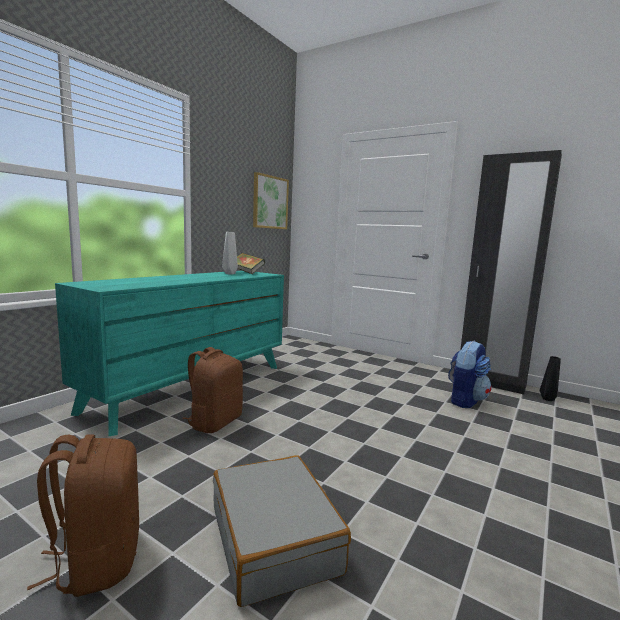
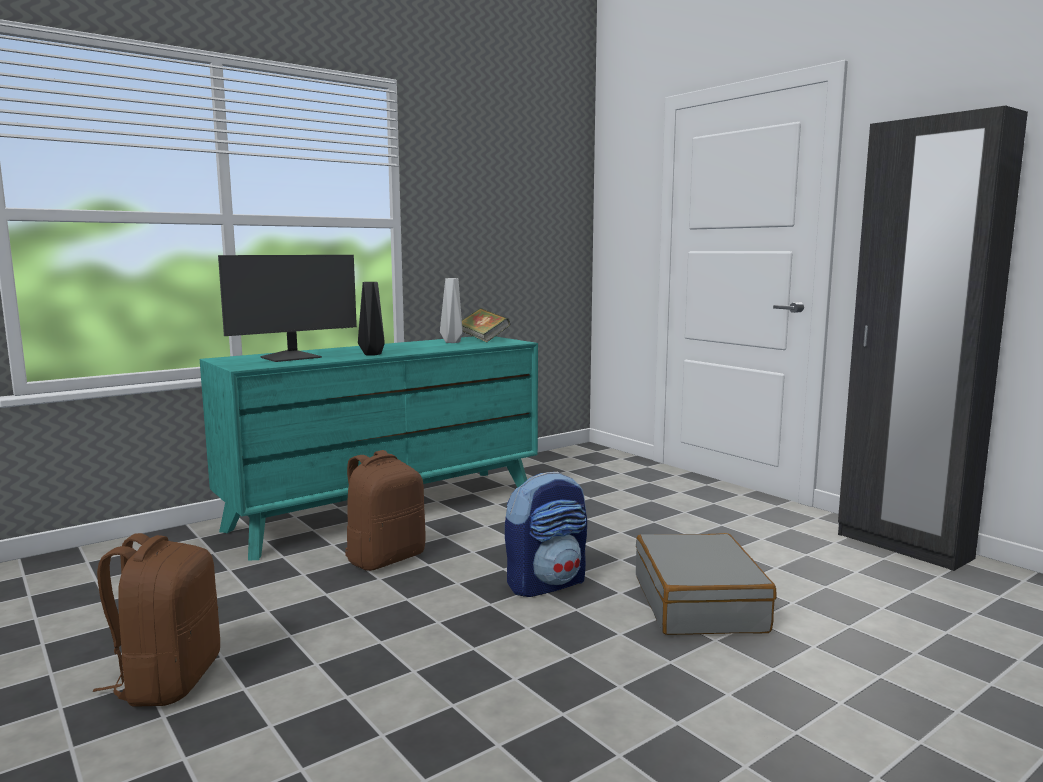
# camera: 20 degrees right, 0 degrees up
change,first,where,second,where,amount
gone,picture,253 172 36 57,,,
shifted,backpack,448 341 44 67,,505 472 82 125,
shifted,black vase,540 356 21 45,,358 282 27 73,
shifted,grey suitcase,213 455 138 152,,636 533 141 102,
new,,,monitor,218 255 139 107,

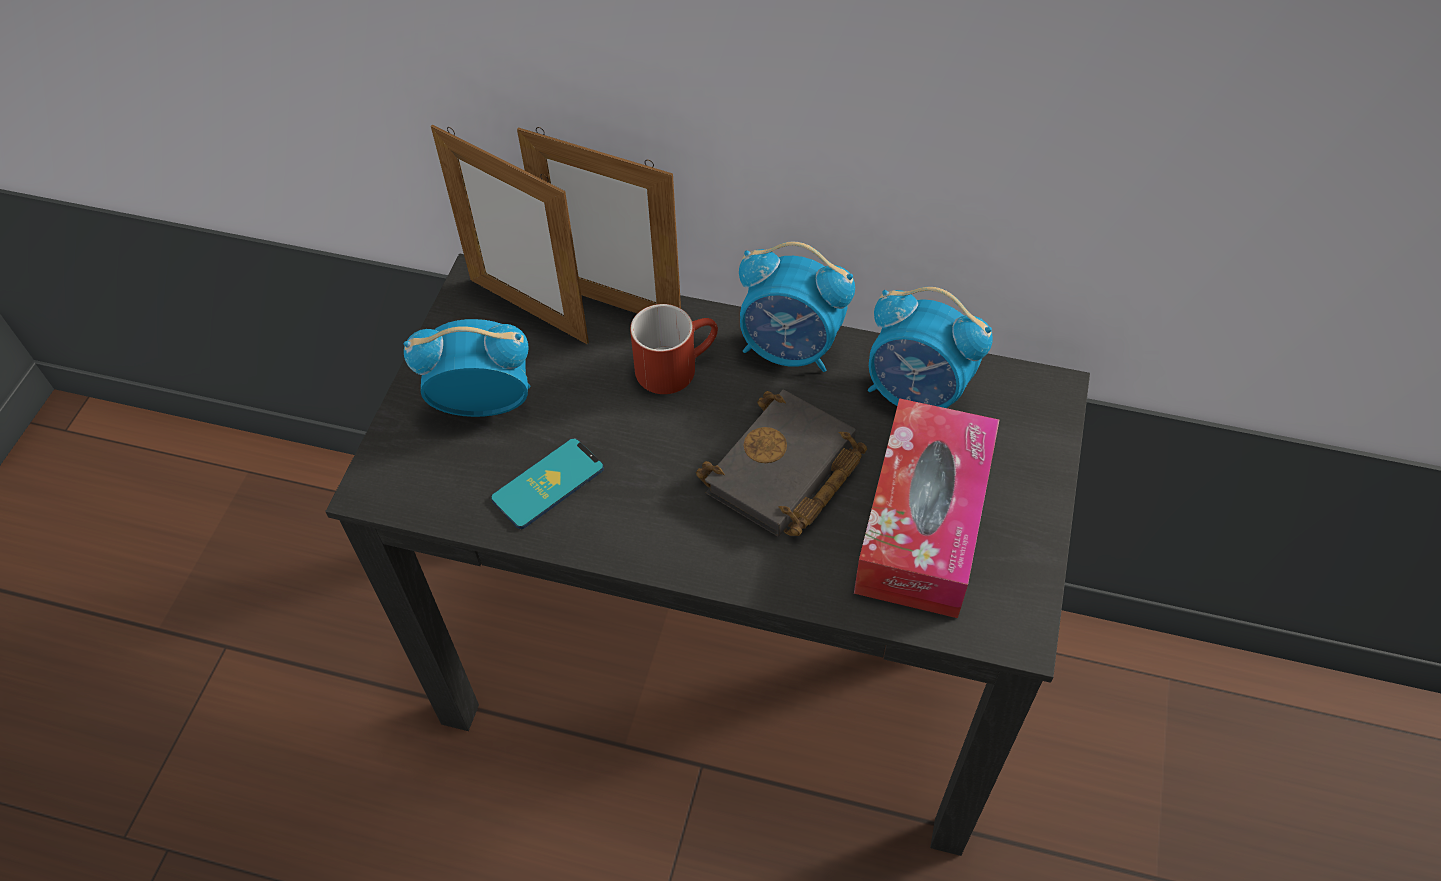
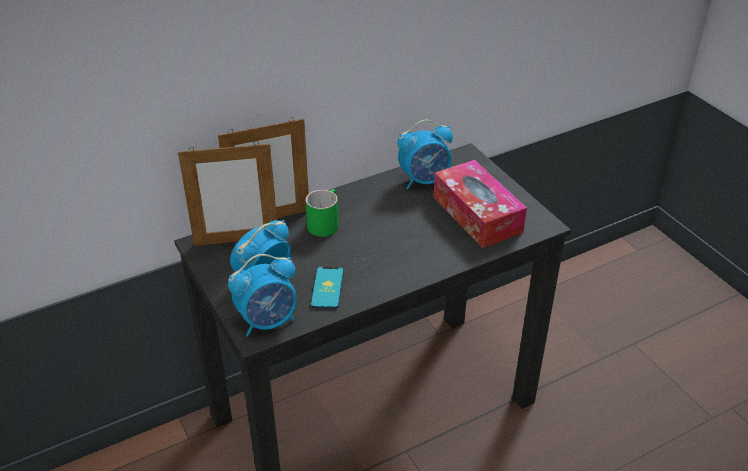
# camera: 45 degrees left, 15 degrees down
change,first,where,second,where,amount
shifted,alarm clock,739 242 116 130,,228 254 69 83,
repainted,red mug,630 304 88 90,green mug,305 189 34 48,
gone,black book,696 389 171 148,,,

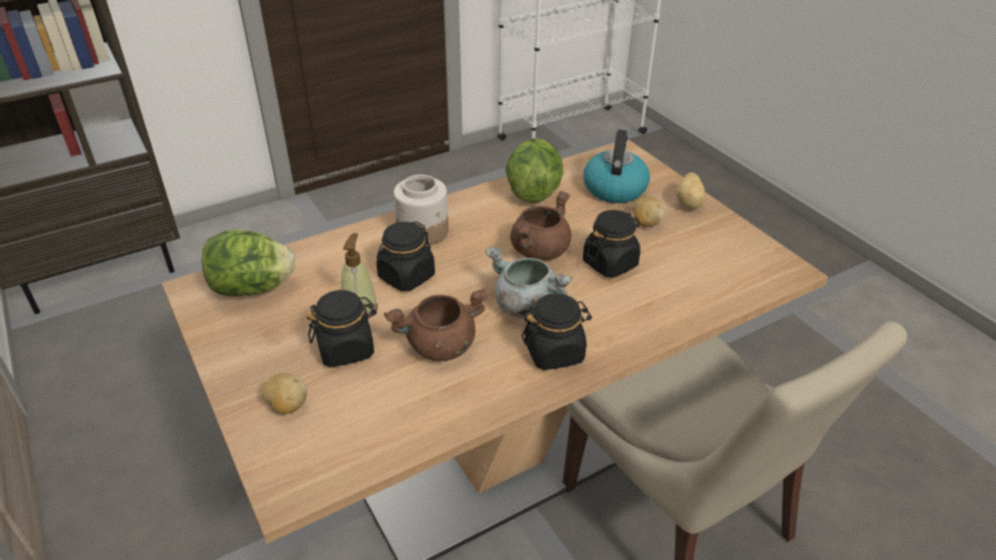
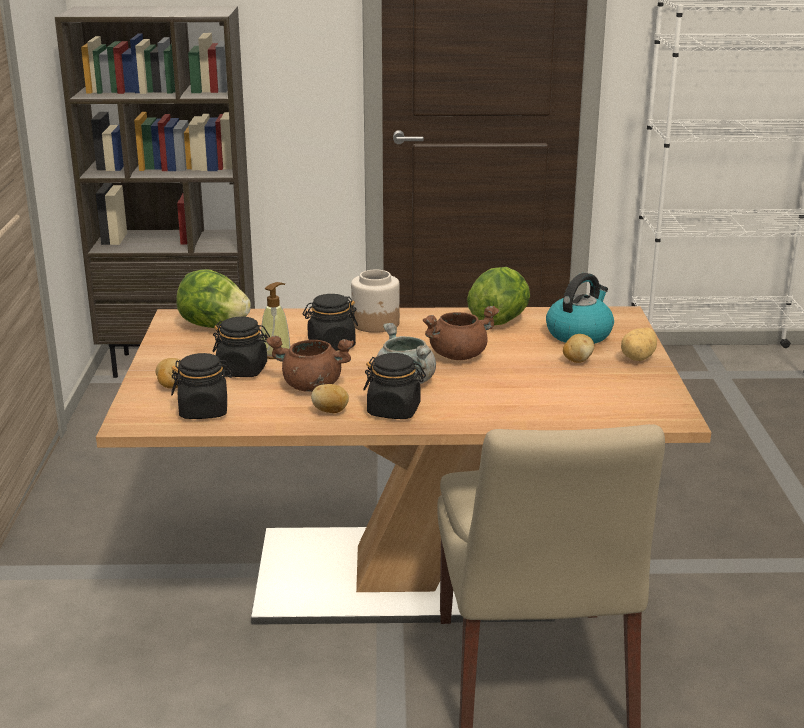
# camera: 30 degrees right, 15 degrees down
change,first,where,second,where,amount
shifted,black jar,583 210 57 68,,171 353 62 66,
new,,,potato,311 384 38 29,

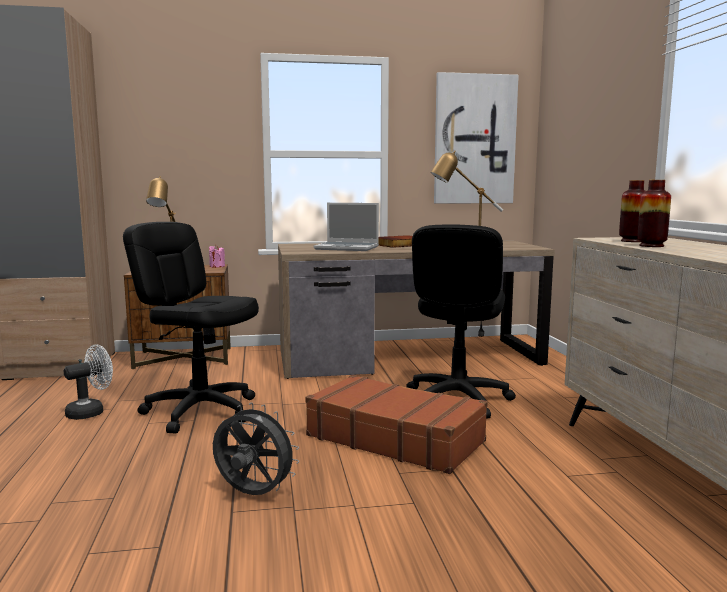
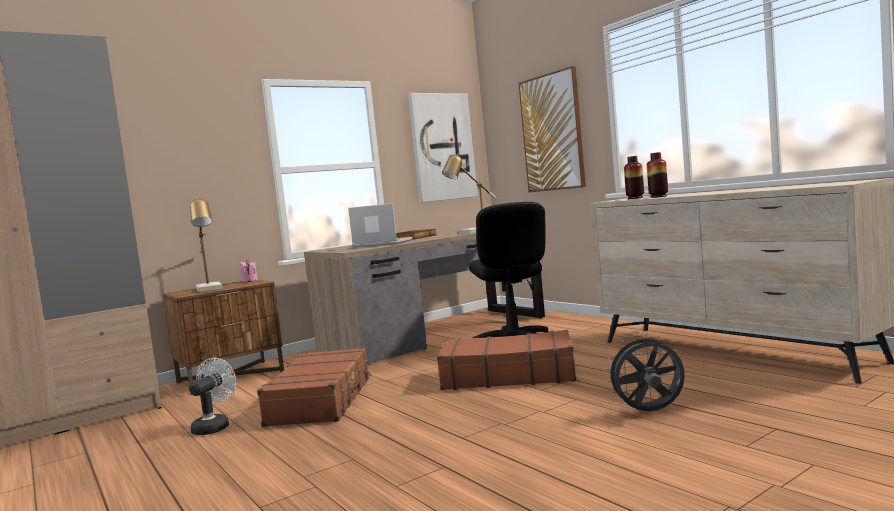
# camera: 25 degrees left, 5 degrees down
change,first,where,second,where,amount
rotated,laptop,314 203 65 48,,348 203 64 44,150 degrees counterclockwise
swapped,black office chair,123 222 136 212,brown suitcase,257 347 115 80,
shifted,grey fan,213 403 86 92,,605 333 80 78,
new,,,picture,518 66 68 127,

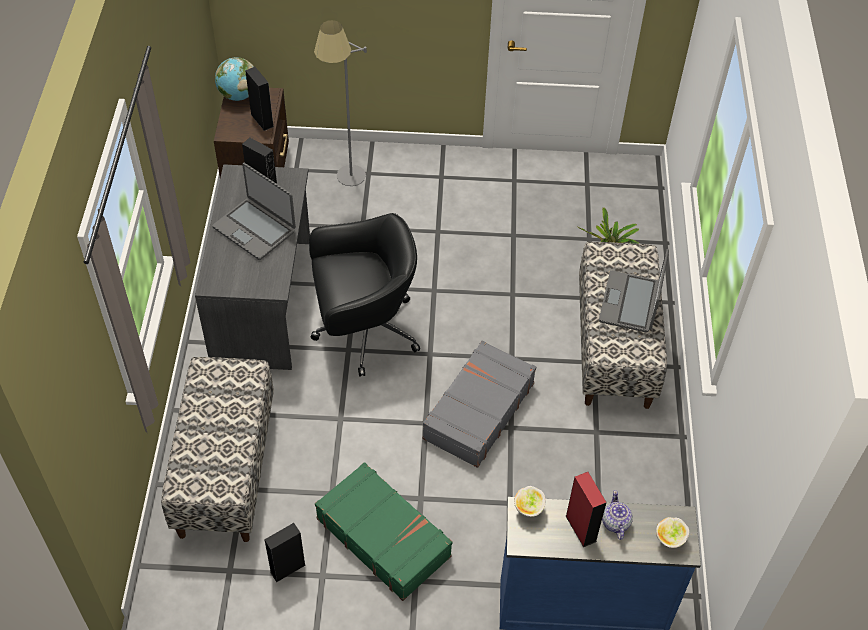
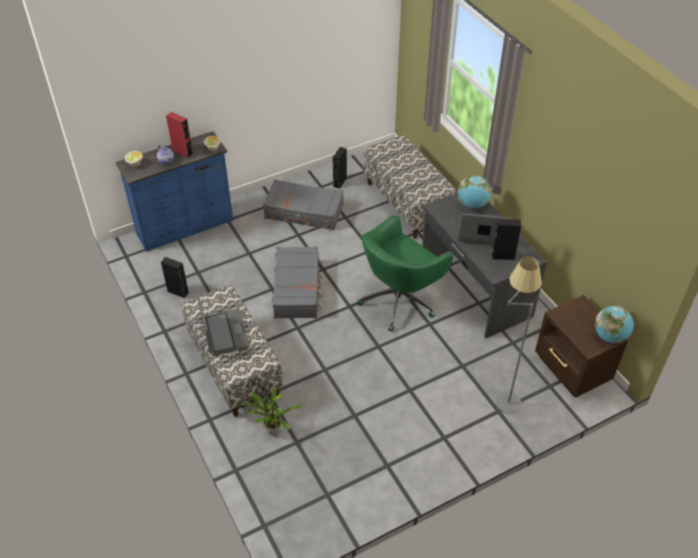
# camera: 150 degrees right, 5 degrees down
change,first,where,second,where,amount
shifted,black speaker,245 67 29 64,,161 257 28 41,
repainted,black office chair,309 213 111 164,green office chair,357 215 96 117,
repainted,green suitcase,315 462 138 139,grey suitcase,263 180 81 50,
new,,,globe,458 175 33 34,

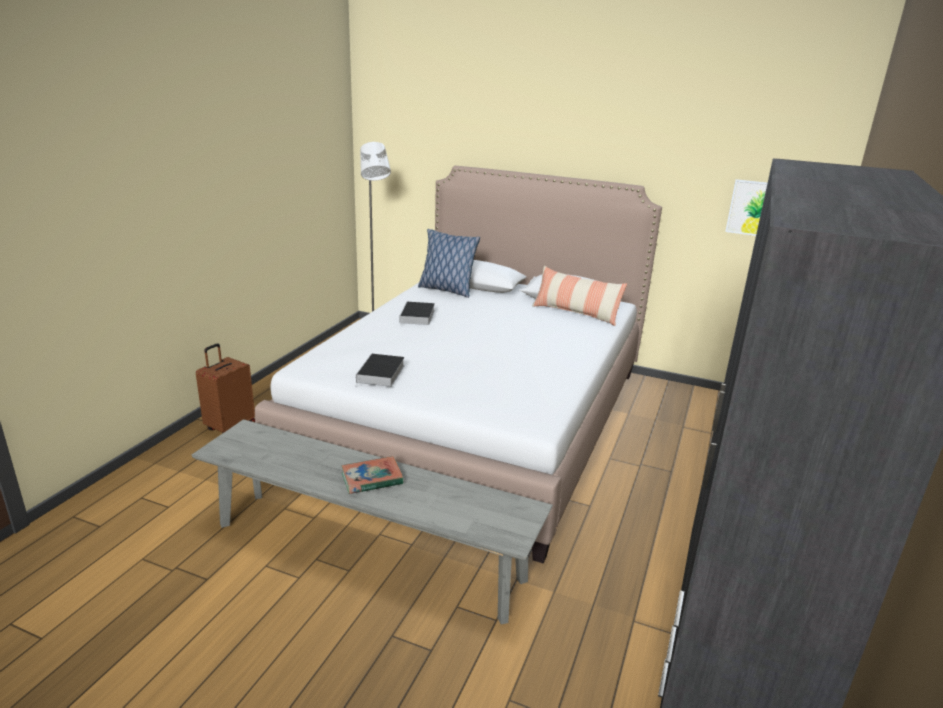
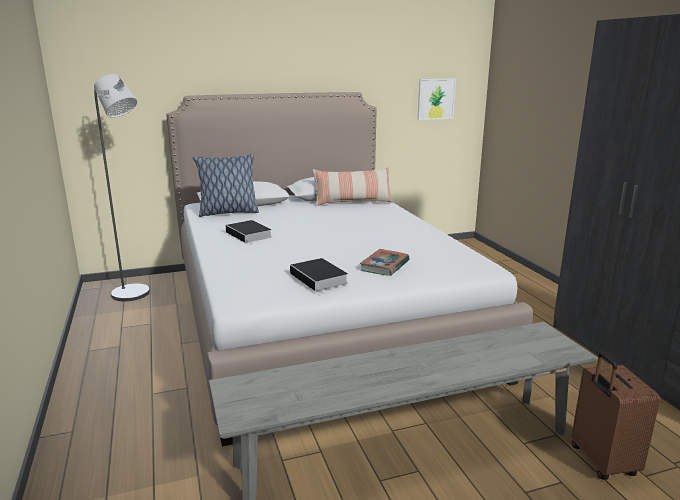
# camera: 40 degrees left, 5 degrees down
change,first,where,second,where,amount
shifted,brown suitcase,196 344 59 89,,571 352 89 128,
shifted,book,341 456 62 38,,360 249 49 27,

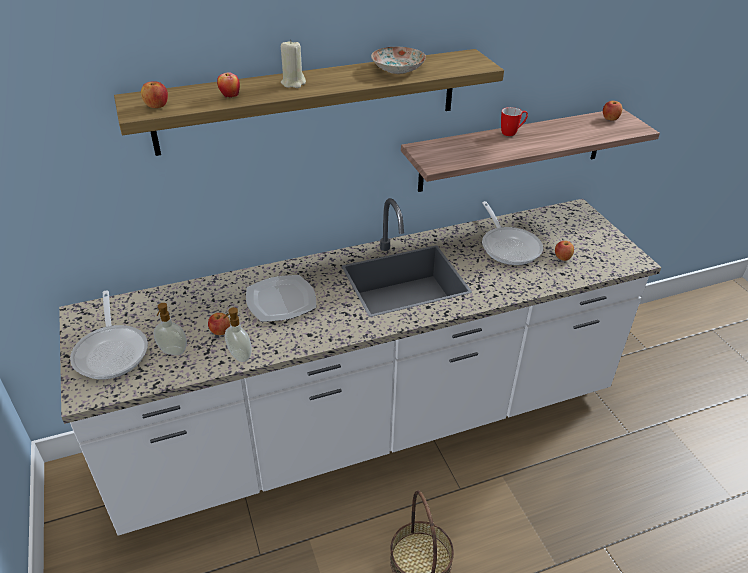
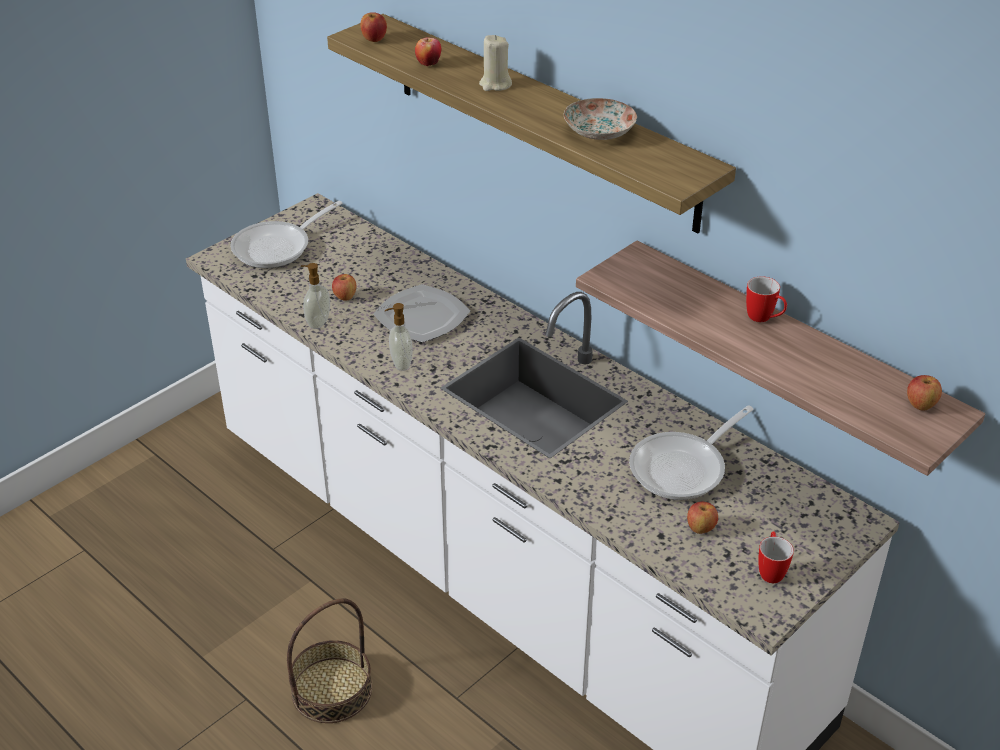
# camera: 65 degrees right, 0 degrees up
change,first,where,second,where,amount
shifted,soap dispenser,154 303 33 52,,385 303 28 68,
new,,,mug,758 531 36 52,

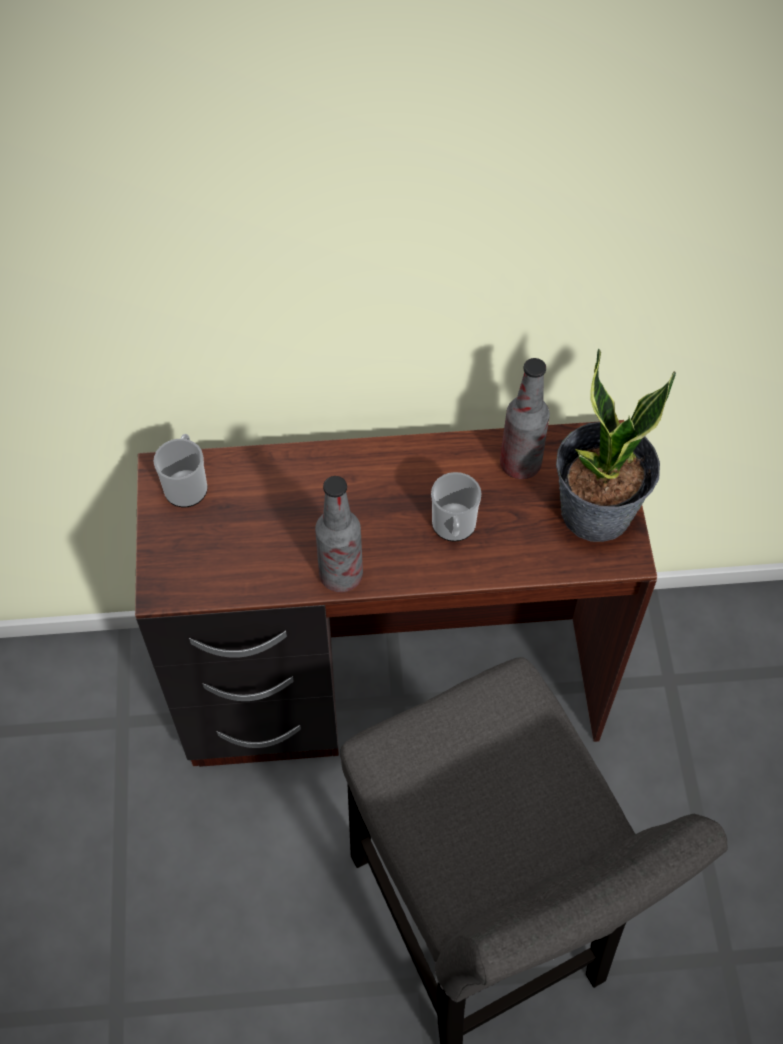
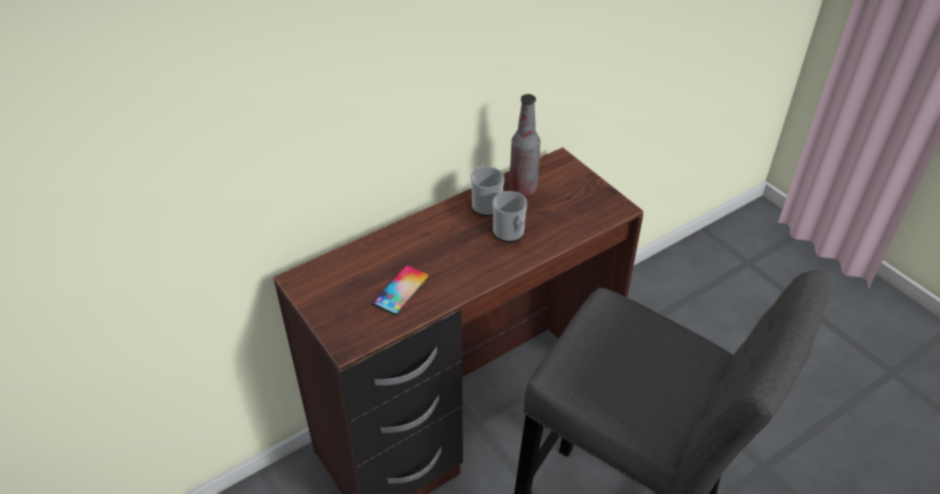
# camera: 30 degrees left, 15 degrees down
change,first,where,second,where,amount
gone,potted plant,556 348 120 194,,,
shifted,mug,154 434 53 73,,471 167 33 49,
gone,bottle,315 476 48 116,,,
new,,,phone,373 265 56 50,

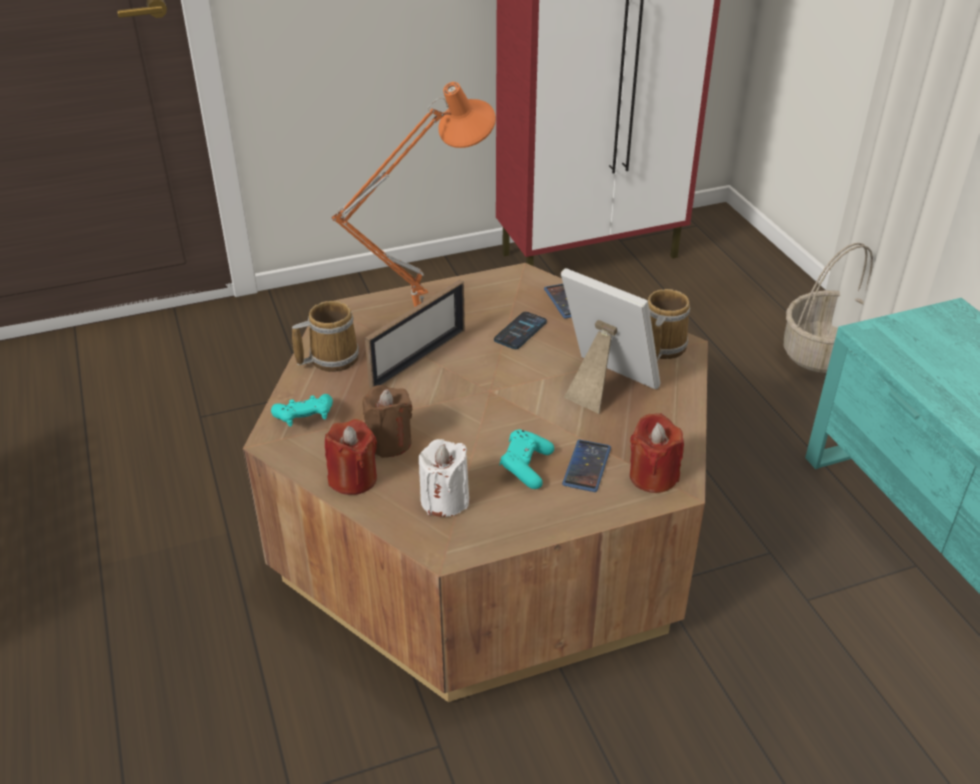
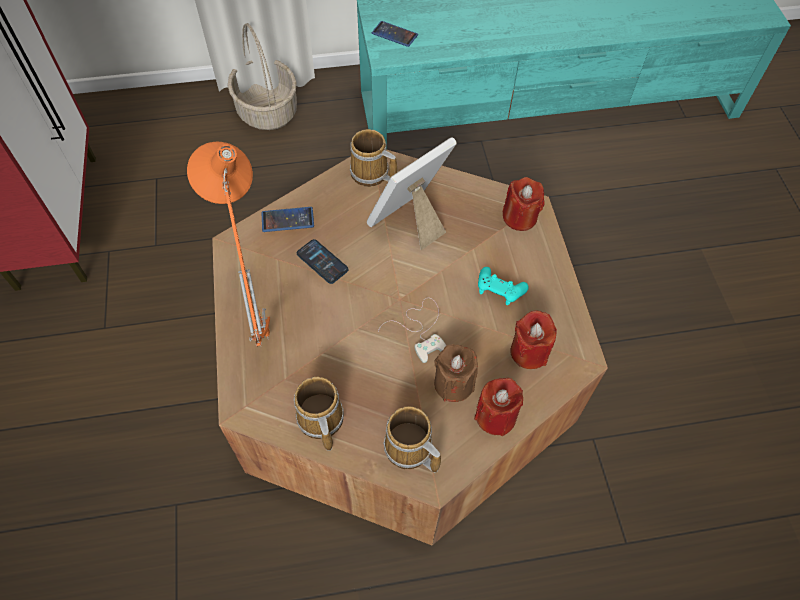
# camera: 80 degrees left, 20 degrees up
change,first,where,second,where,amount
gone,picture frame,365 280 100 110,,,
swapped,turquoise game controller,271 394 62 33,mug,383 406 58 67,
repainted,white candle,419 439 50 78,red candle,510 311 47 58,
shifted,phone,562 440 49 52,,372 21 46 26,
new,,,white game controller,378 298 68 65,

